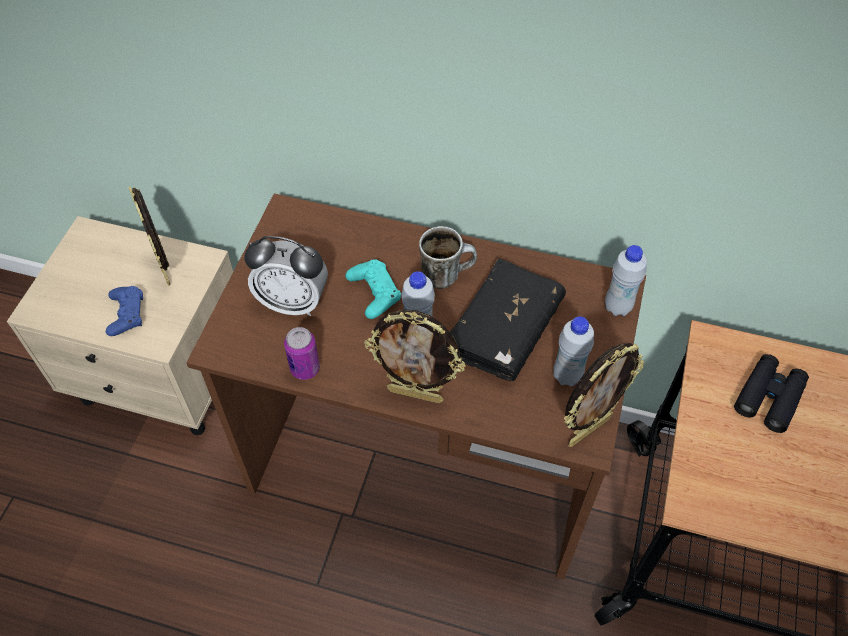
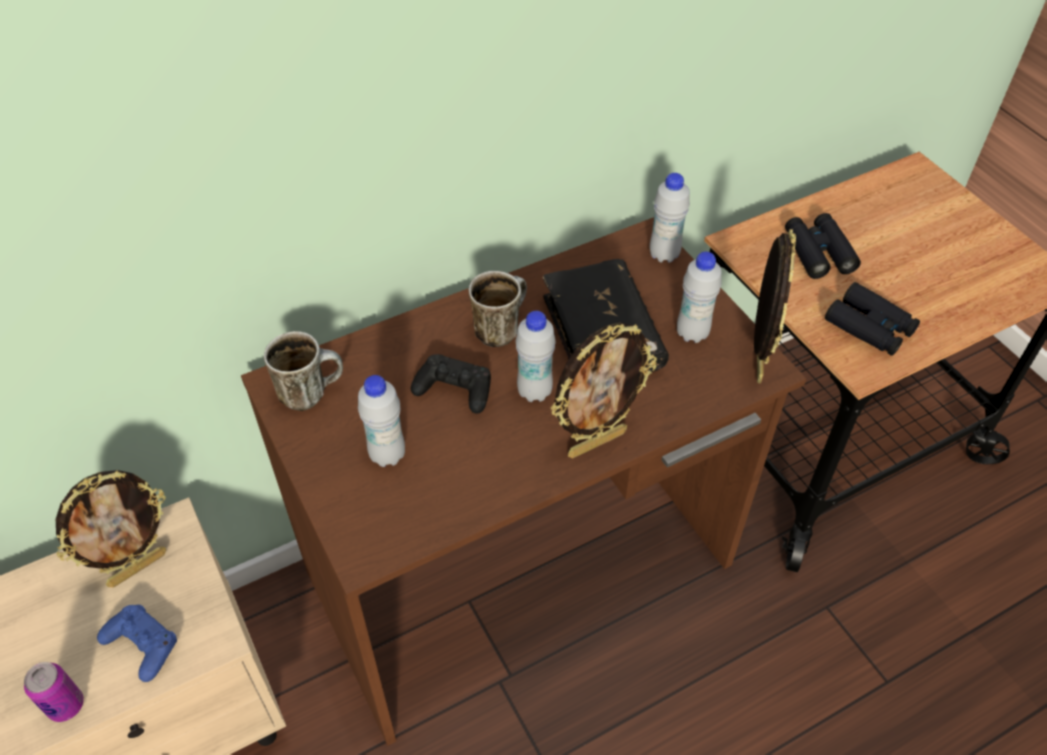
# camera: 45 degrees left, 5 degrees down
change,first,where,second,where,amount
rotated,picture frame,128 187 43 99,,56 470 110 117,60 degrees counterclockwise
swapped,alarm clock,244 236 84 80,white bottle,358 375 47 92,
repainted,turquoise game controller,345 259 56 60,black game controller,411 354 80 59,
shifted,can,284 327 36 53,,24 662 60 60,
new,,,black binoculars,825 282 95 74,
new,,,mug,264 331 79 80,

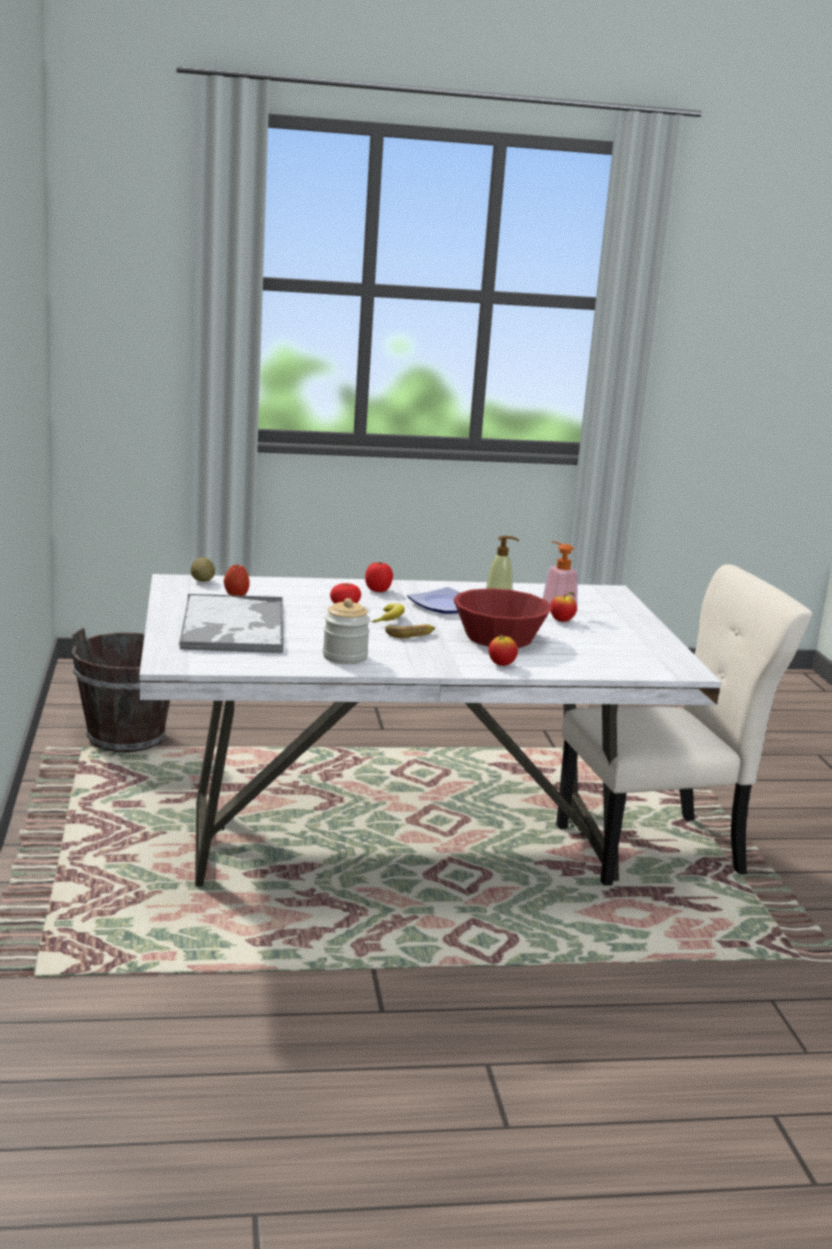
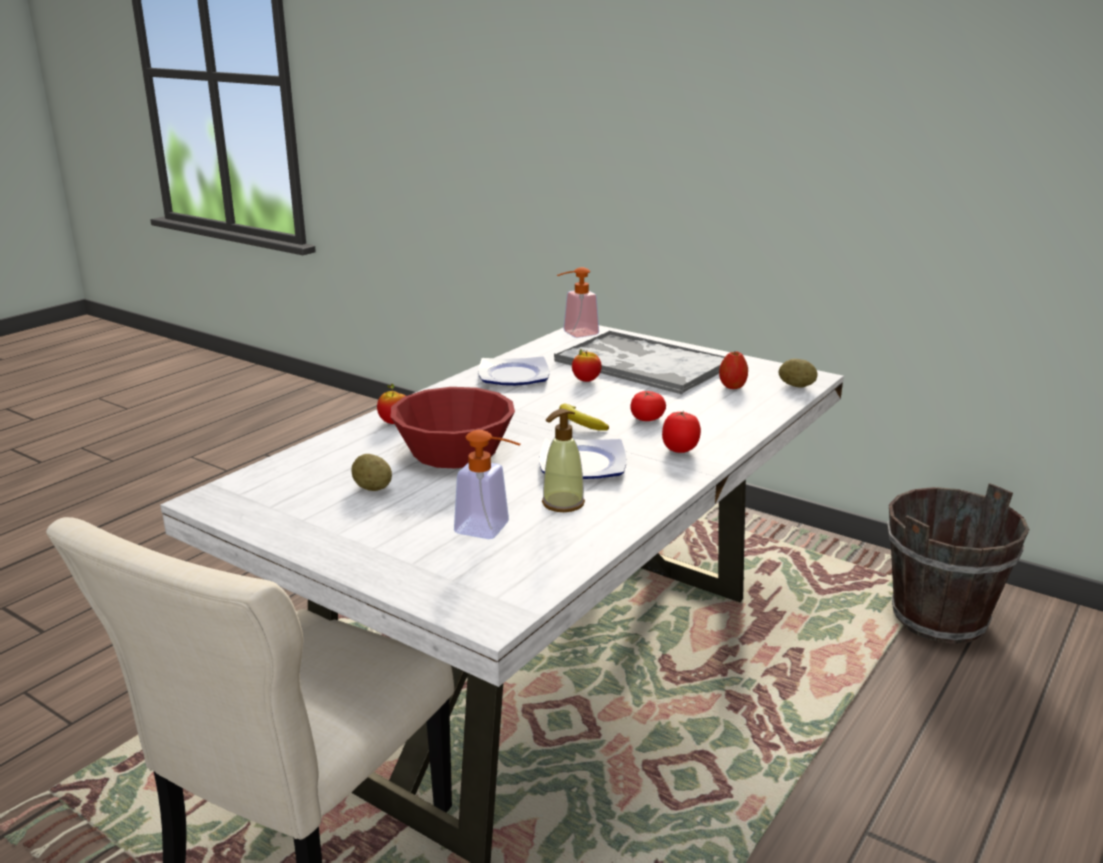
# camera: 135 degrees right, 5 degrees up
change,first,where,second,where,amount
shifted,apple,550 592 27 30,,572 349 30 33,
swapped,jar,323 598 47 66,plate,479 356 70 30,
gone,banana,385 624 50 14,,,
new,,,soap dispenser,557 267 42 71,
new,,,potato,351 454 41 37,

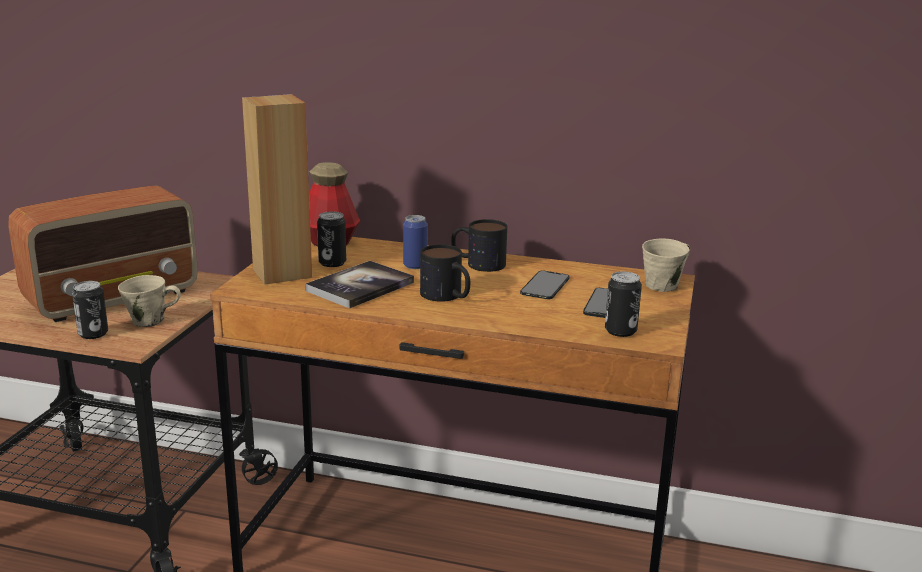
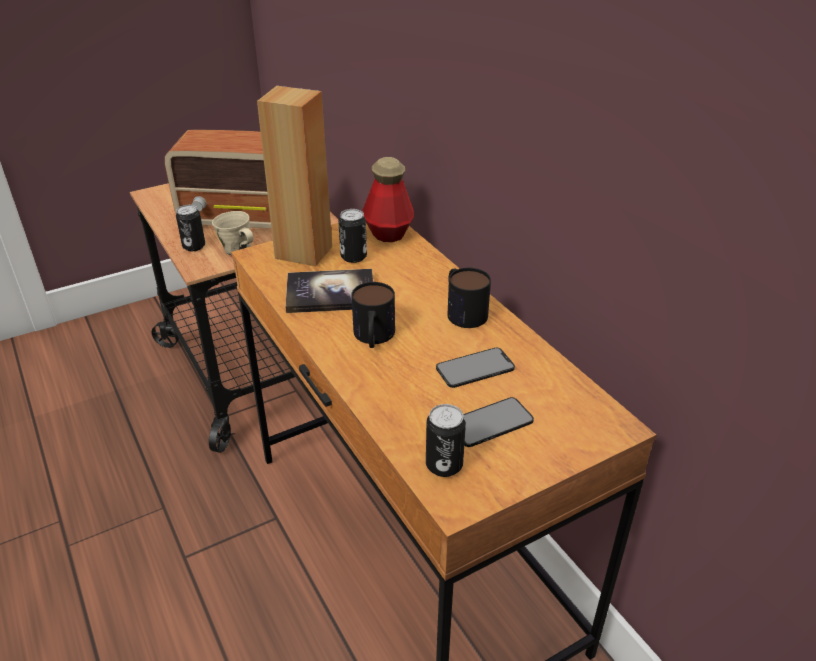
# camera: 45 degrees right, 15 degrees up
change,first,where,second,where,amount
gone,can,403 215 25 54,,,
gone,beige mug,642 239 48 53,,,

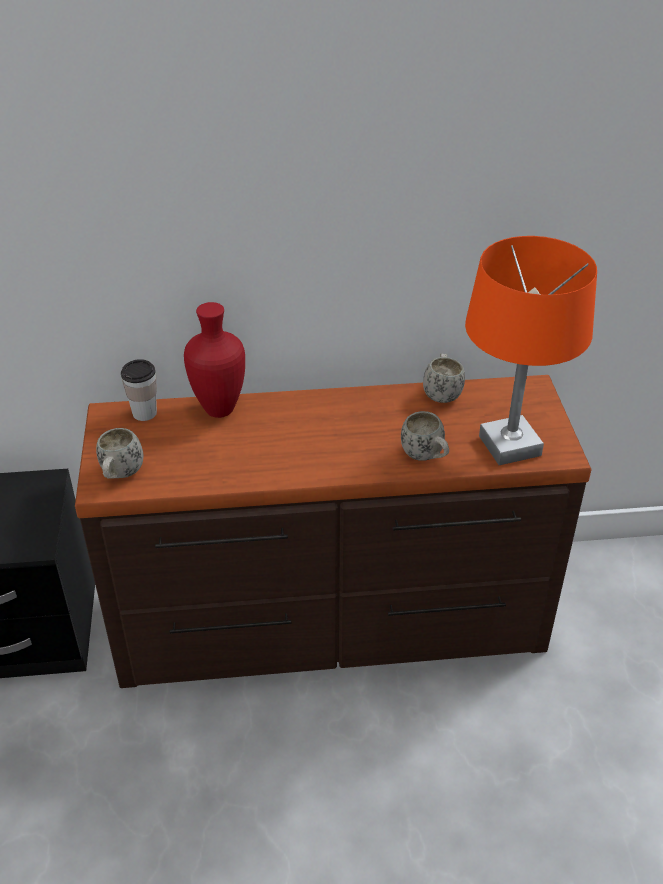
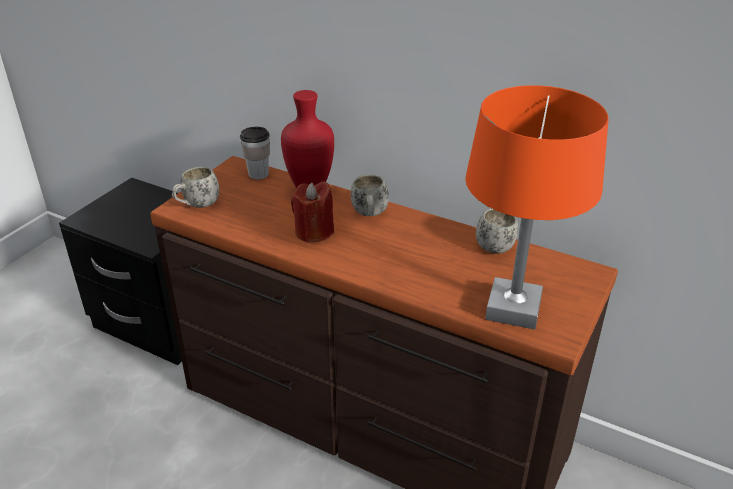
# camera: 35 degrees right, 5 degrees down
change,first,where,second,where,amount
shifted,white mug,401 411 48 50,,351 174 38 42,
new,,,red candle,291 181 43 62,

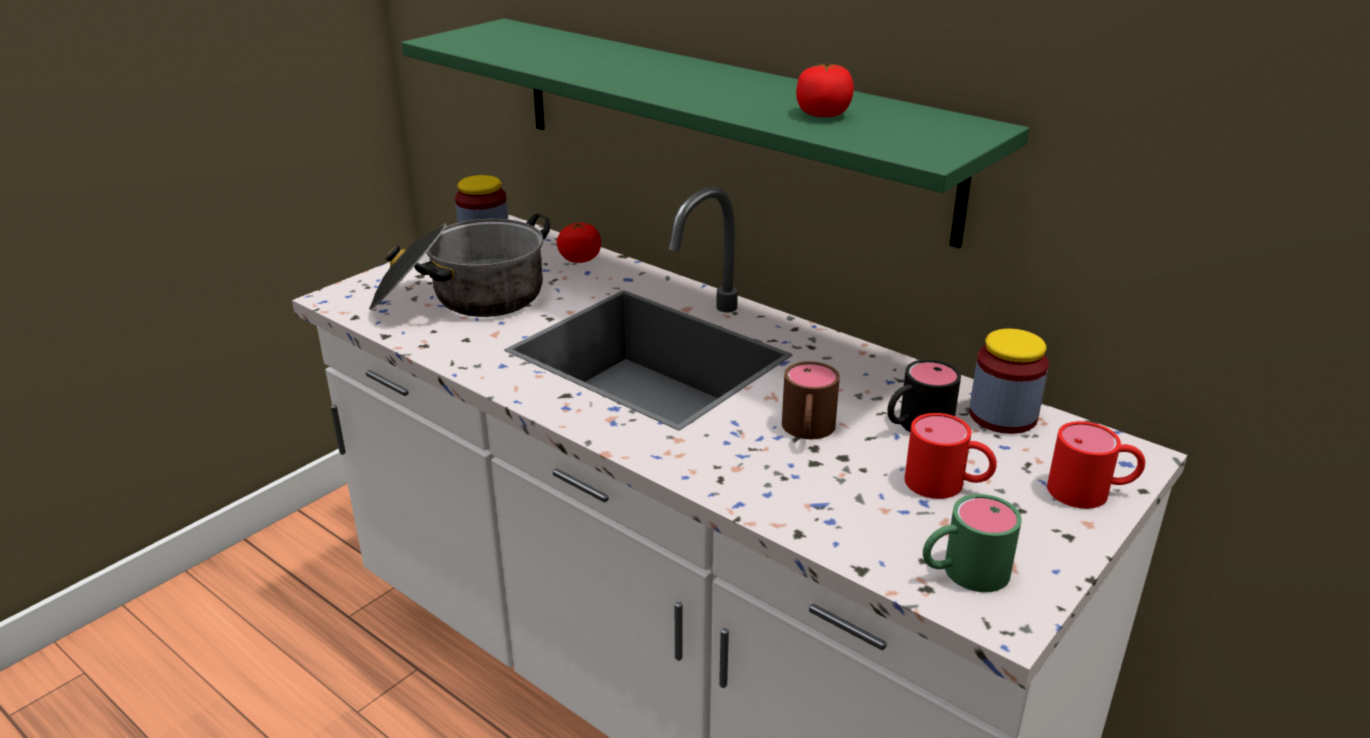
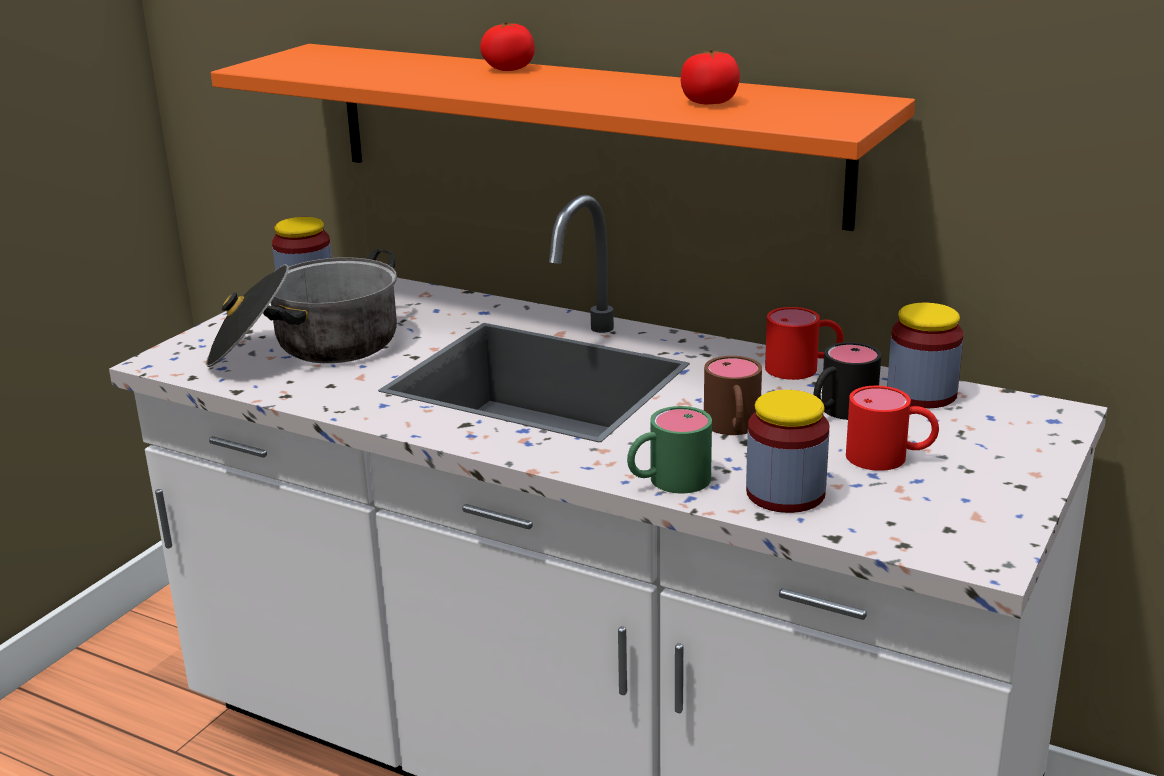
# camera: 10 degrees left, 5 degrees down
change,first,where,second,where,amount
repainted,green shelf,402 18 627 231,orange shelf,211 44 704 187,
shifted,tomato,556 221 45 42,,480 22 55 49,
shifted,red mug,1047 421 98 88,,765 307 78 73,
shifted,green mug,923 494 99 98,,627 406 85 87,
new,,,jar,746 390 83 123,

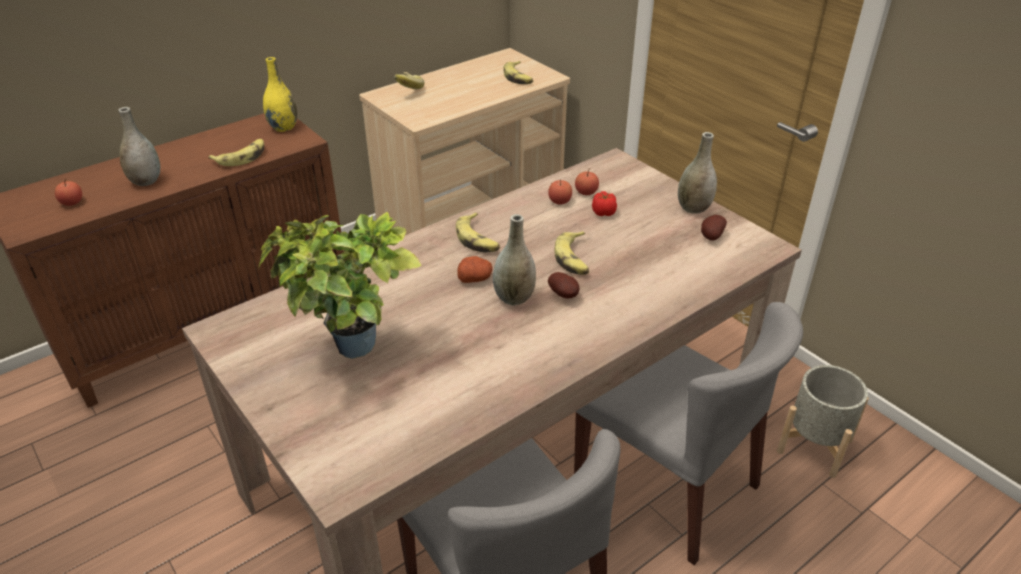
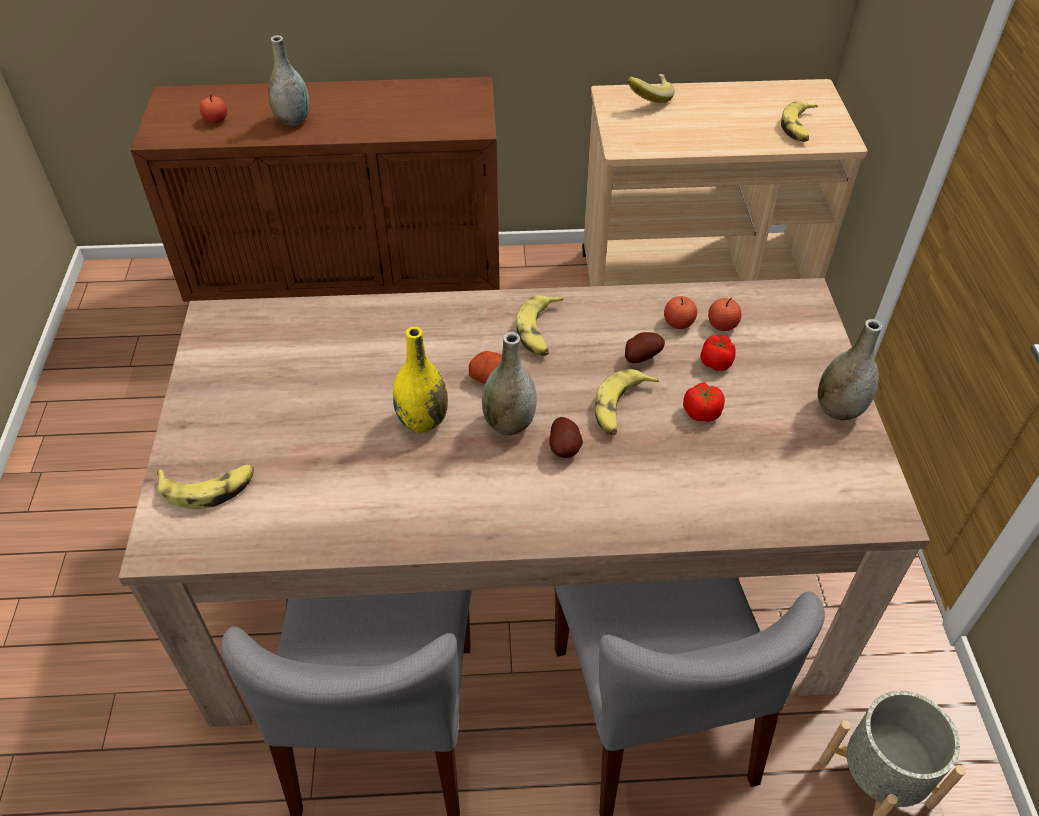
# camera: 35 degrees right, 10 degrees up
change,first,where,second,where,amount
shifted,yellow vase,263 57 34 75,,393 327 55 106,
shifted,banana,208 139 56 27,,157 464 97 45,
gone,potted plant,259 212 163 147,,,
shifted,potato,701 215 26 26,,625 332 40 31,
new,,,tomato,683 382 42 40,

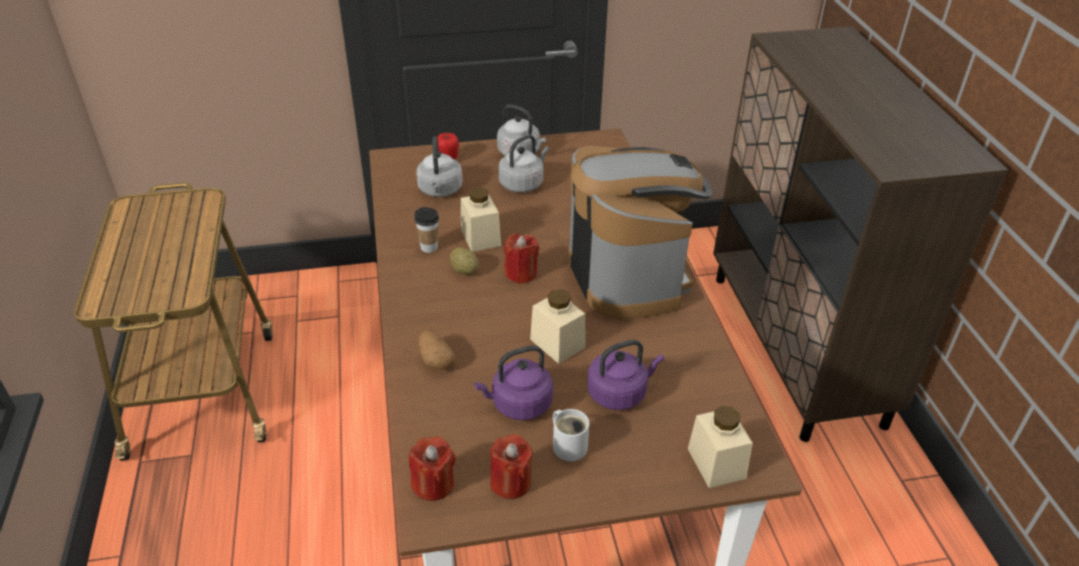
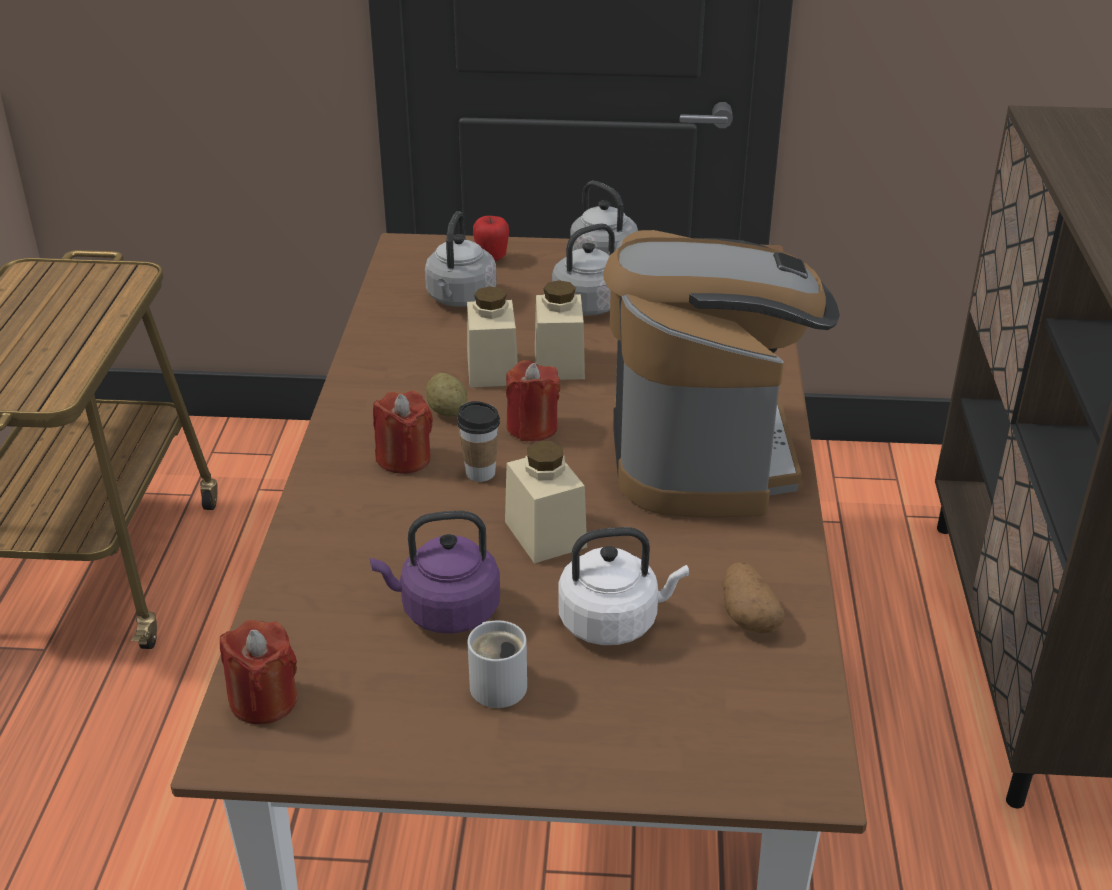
# camera: 15 degrees right, 5 degrees down
change,first,where,second,where,amount
shifted,cup,414 207 25 46,,457 401 43 81,
shifted,potato,418 330 38 40,,722 562 63 71,
repainted,purple kettle,587 340 77 70,white kettle,558 527 131 118,
shifted,beige jar,688 406 65 82,,535 280 50 100,
shifted,red candle,490 434 43 65,,373 390 60 84,

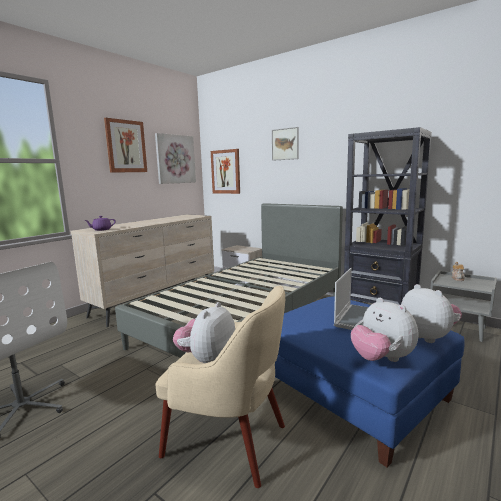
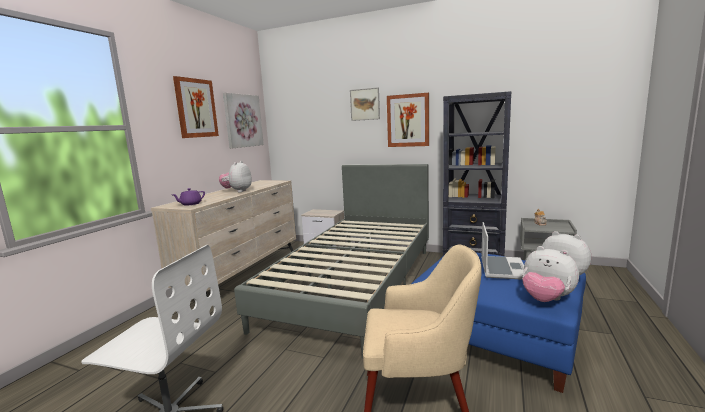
# camera: 15 degrees left, 0 degrees up
change,first,where,second,where,amount
shifted,picture,211 149 29 45,,387 93 42 54,
shifted,plush toy,173 302 62 61,,219 161 33 32,

